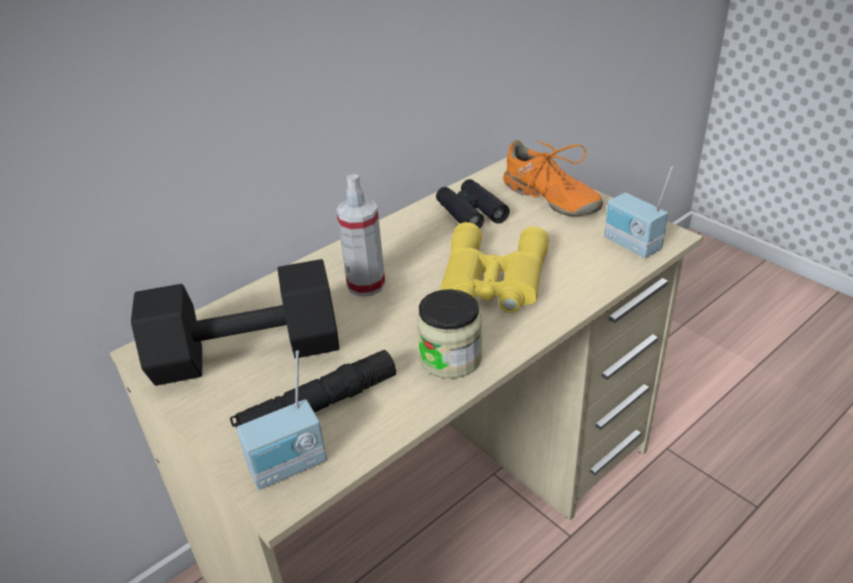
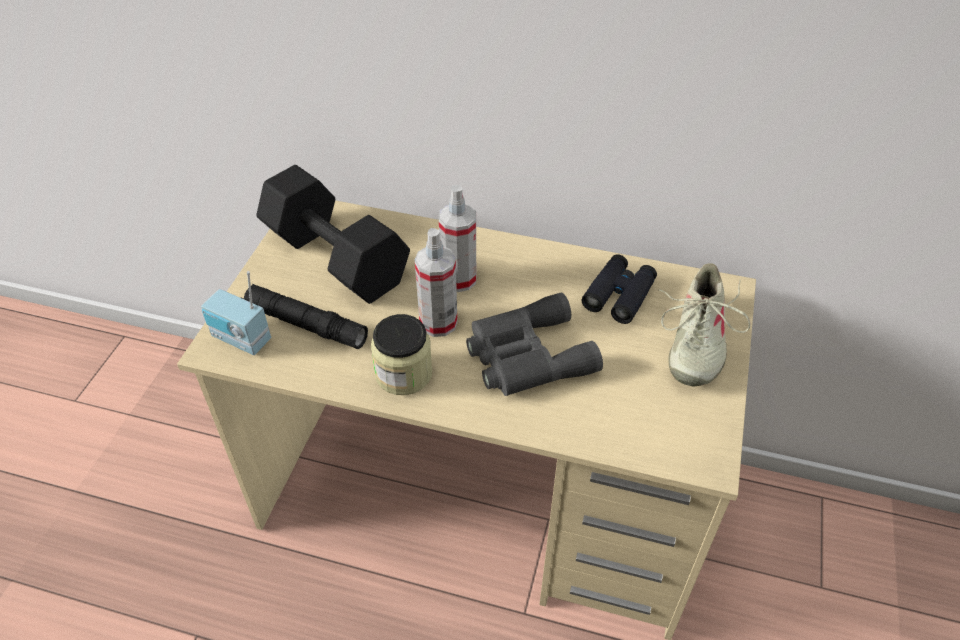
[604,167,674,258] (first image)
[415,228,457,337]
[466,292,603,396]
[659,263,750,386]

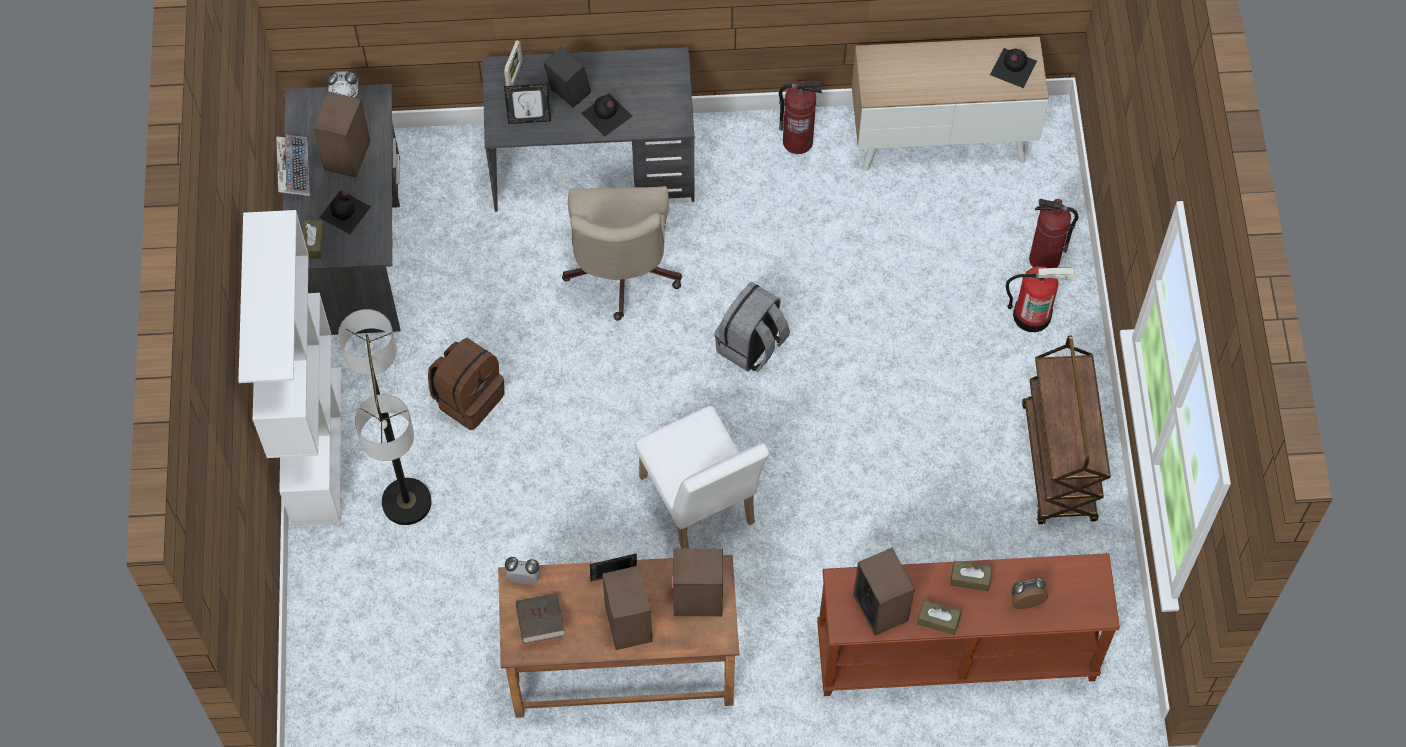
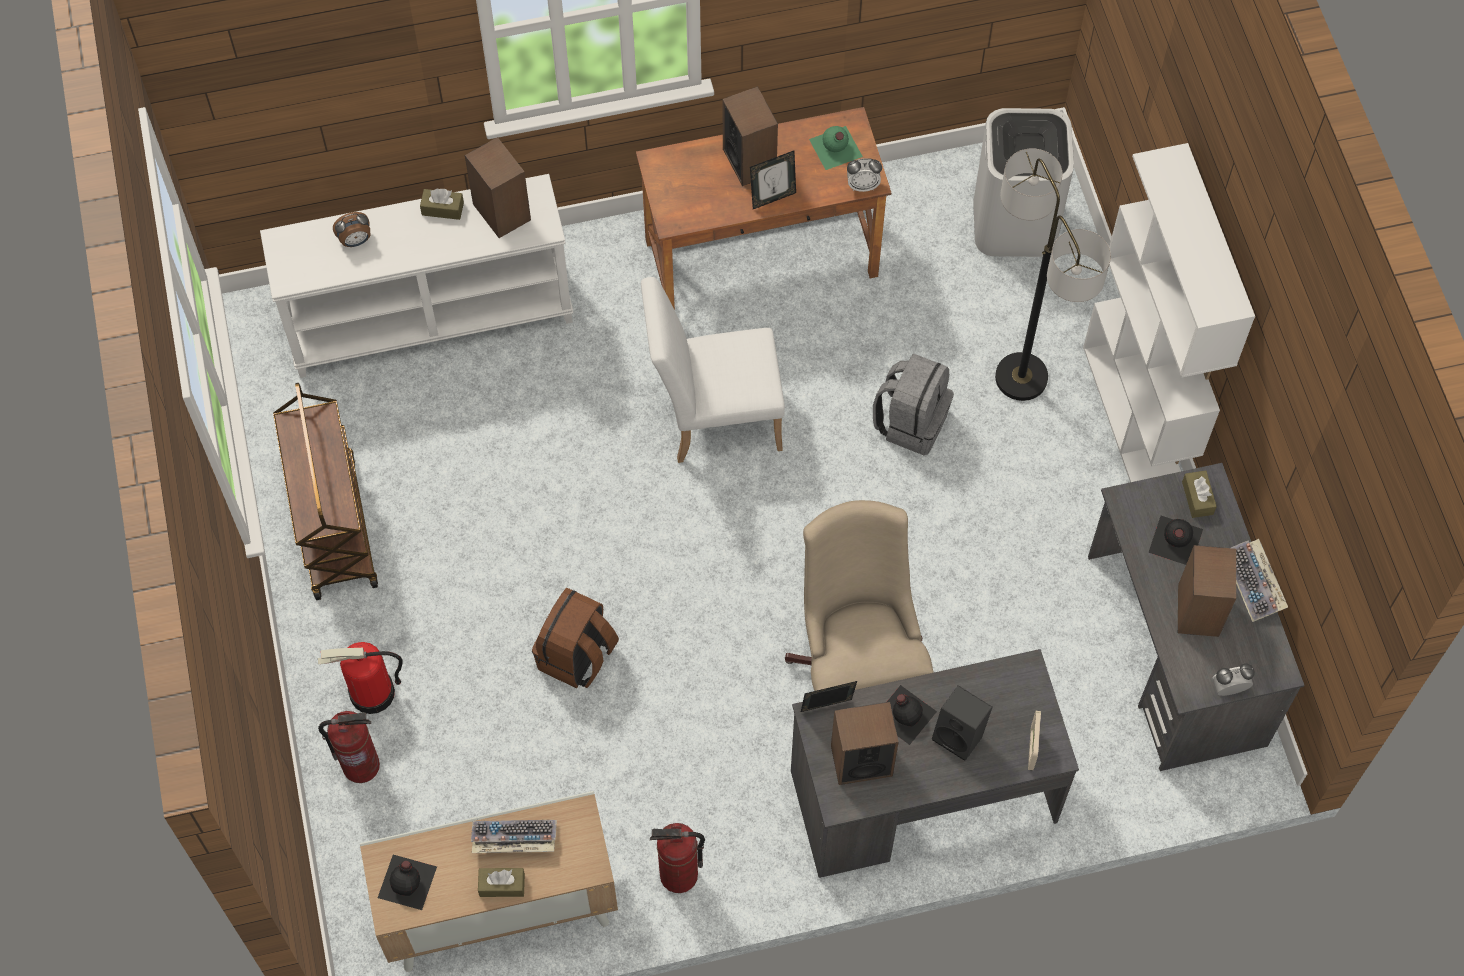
[471,820,557,853]
[973,108,1074,257]
[532,588,619,688]
[801,681,857,712]
[831,702,899,785]
[873,354,954,455]
[478,868,525,897]
[809,126,863,170]
[260,174,573,378]
[641,277,785,463]

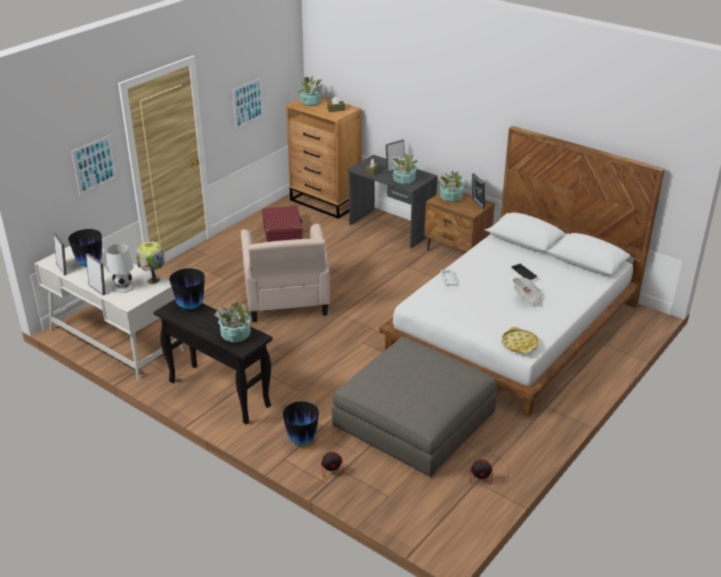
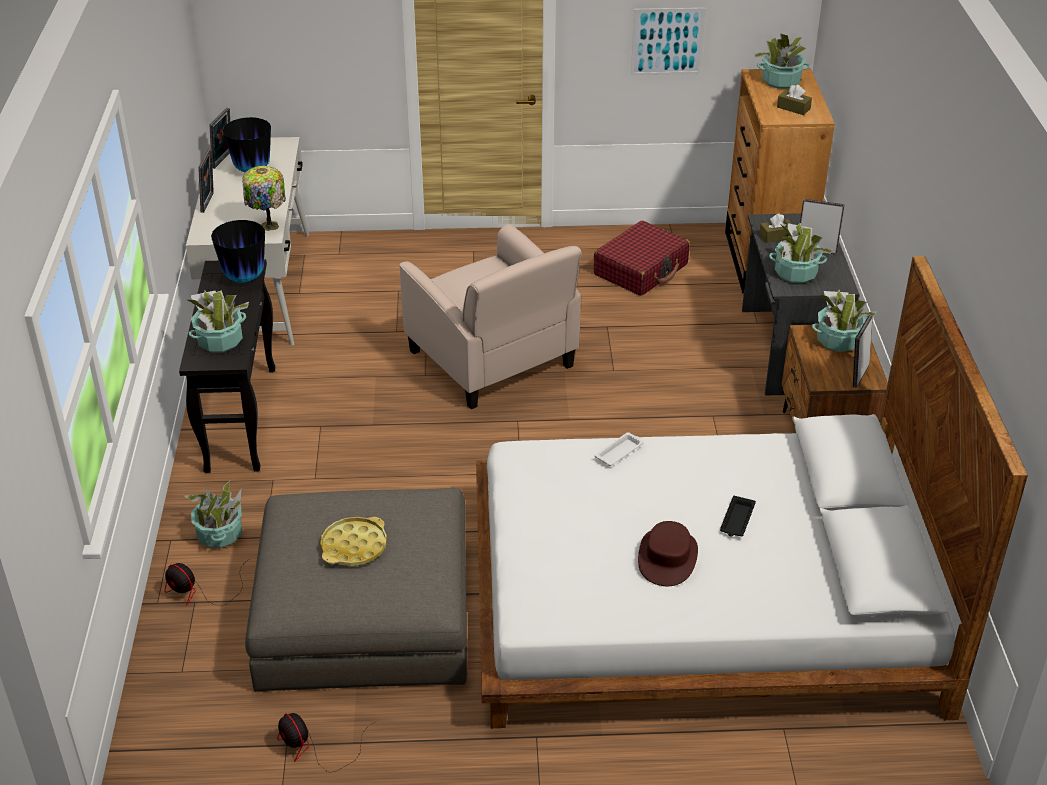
[71,135,117,195] (first image)
[106,244,135,293] (first image)
[320,517,387,566]
[184,481,242,548]
[638,521,698,586]
[399,224,582,409]

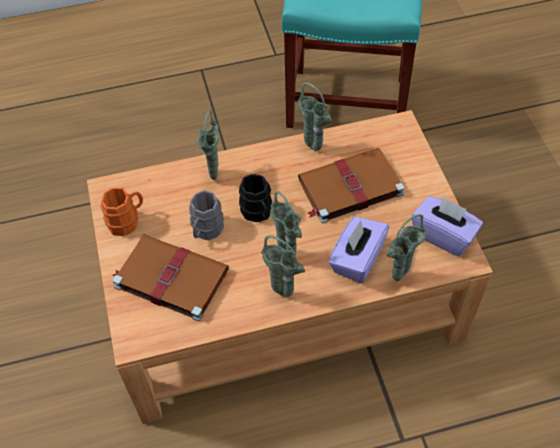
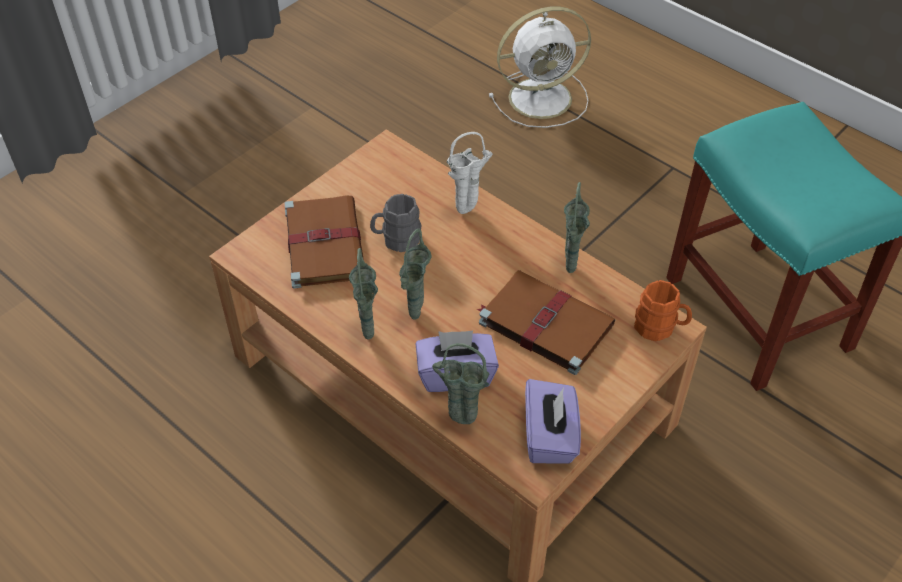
[239,174,272,222] (first image)
[489,6,591,128]
[634,280,692,341]
[447,132,493,214]

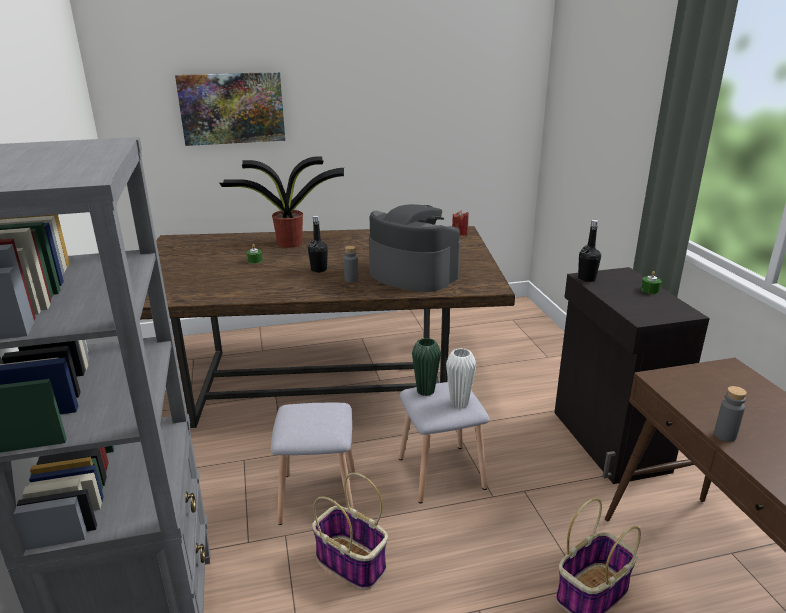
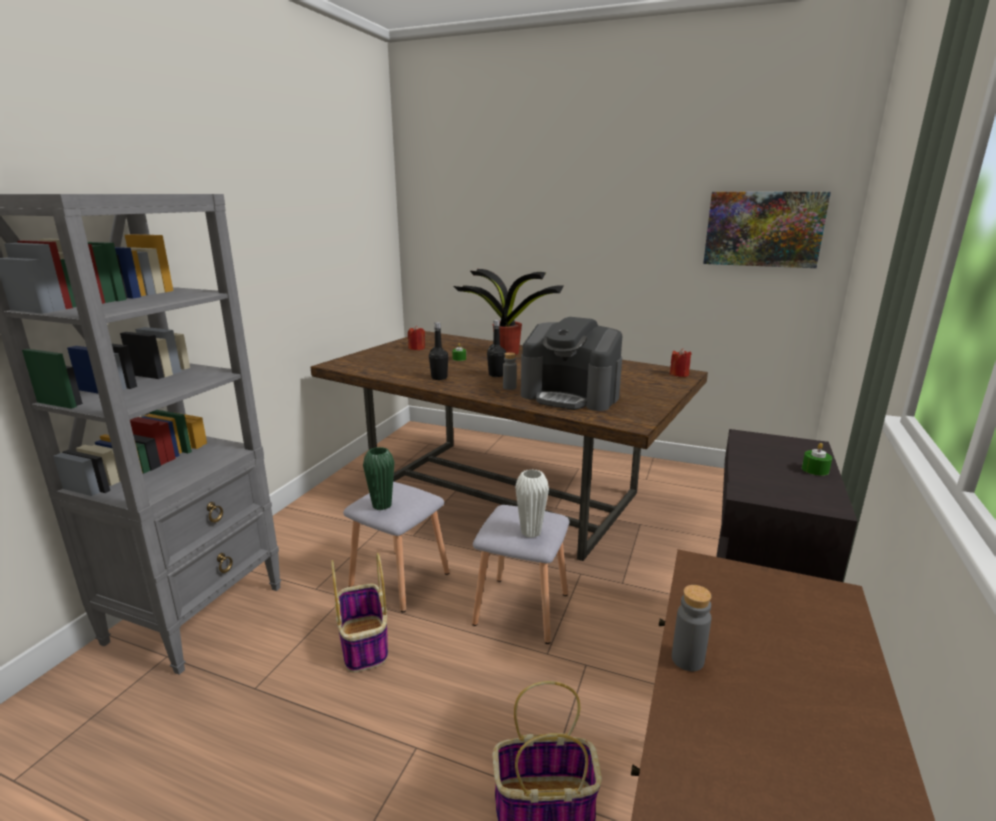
[408,326,425,350]
[703,192,831,268]
[363,447,395,510]
[429,322,448,380]
[521,317,622,411]

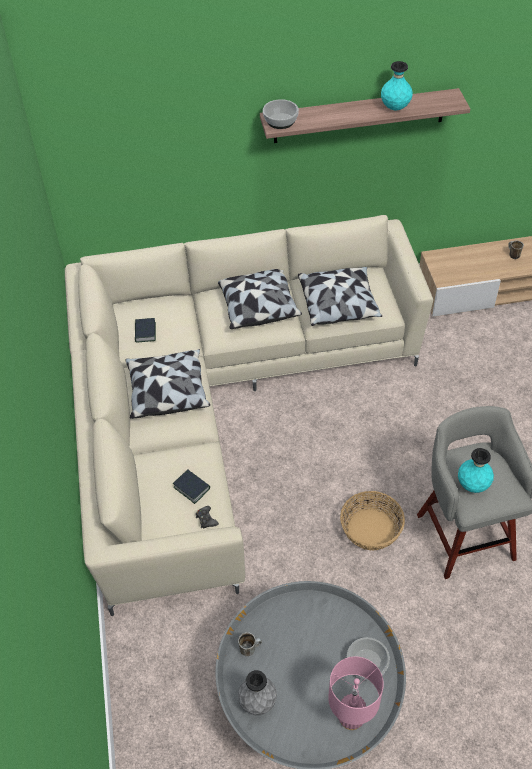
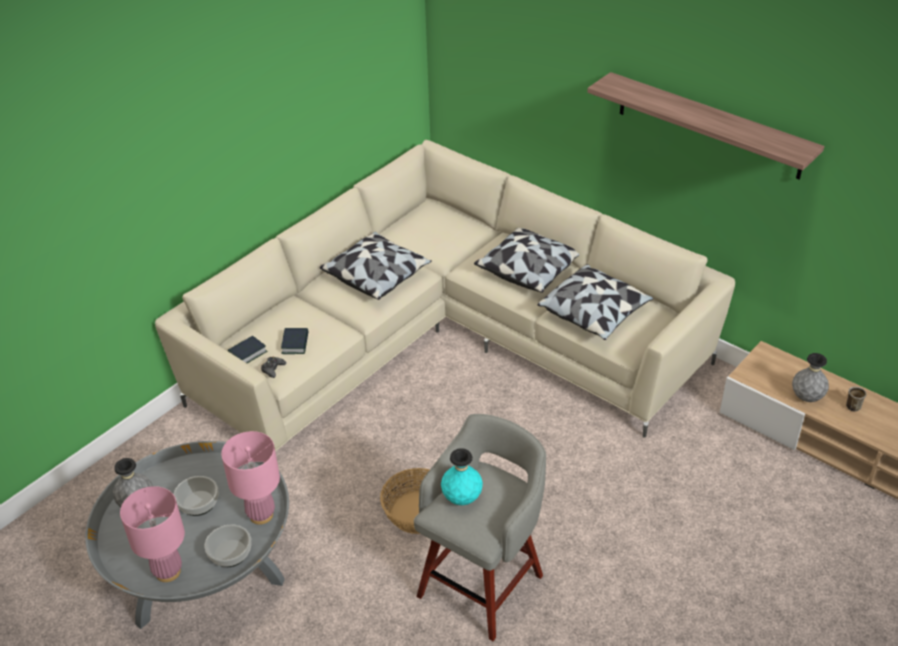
[238,632,262,656] (first image)
[381,61,413,111] (first image)
[221,431,280,525]
[792,353,829,402]
[228,336,268,363]
[174,476,218,516]

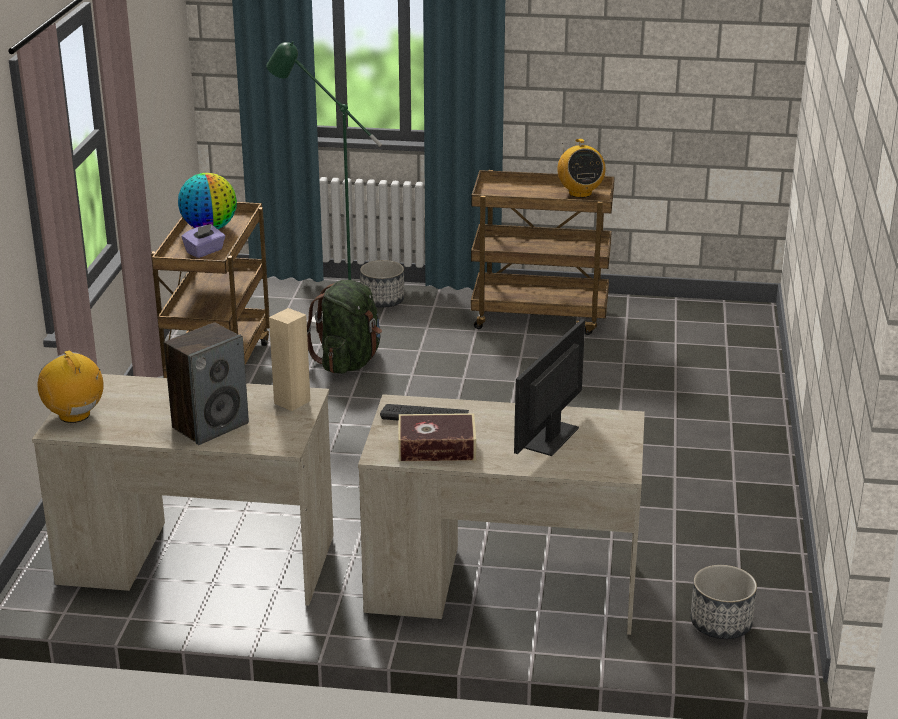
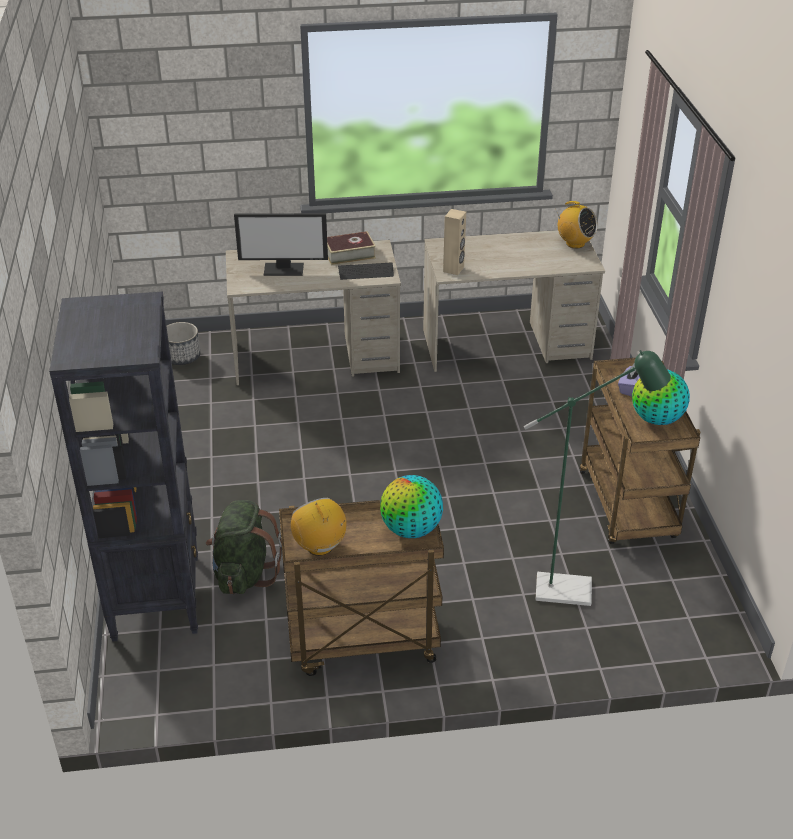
[164,322,249,445] (first image)
[360,260,404,308] (first image)
[49,291,198,642]
[380,475,443,538]
[206,500,282,594]
[234,213,328,276]

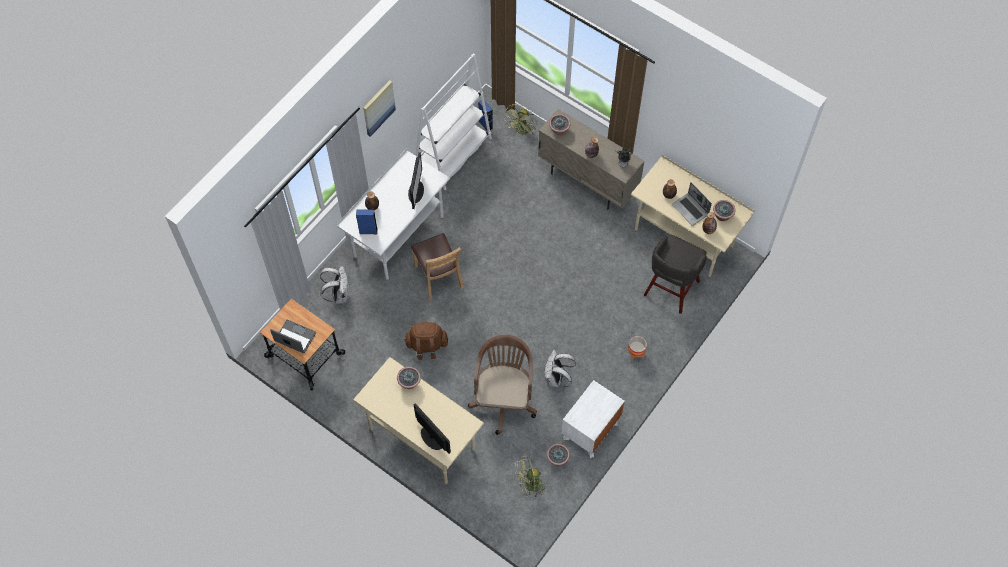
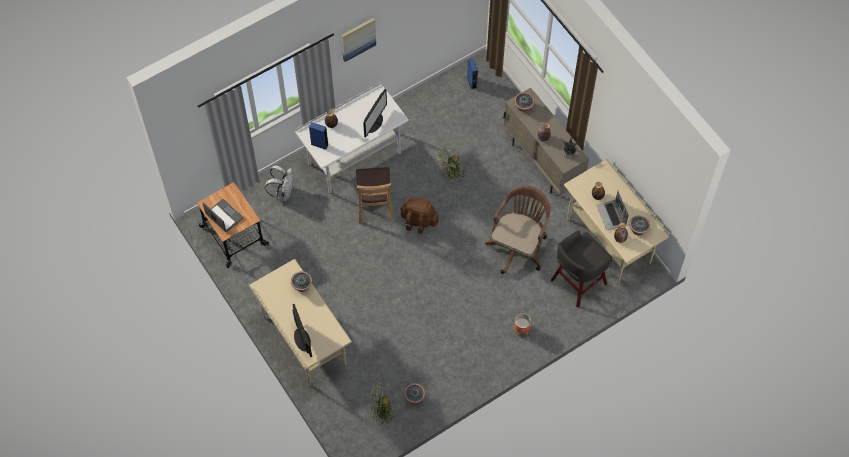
[415,53,492,190] (first image)
[544,350,576,387] (first image)
[561,380,625,458] (first image)
[400,197,439,234]
[485,186,550,274]
[436,148,466,181]

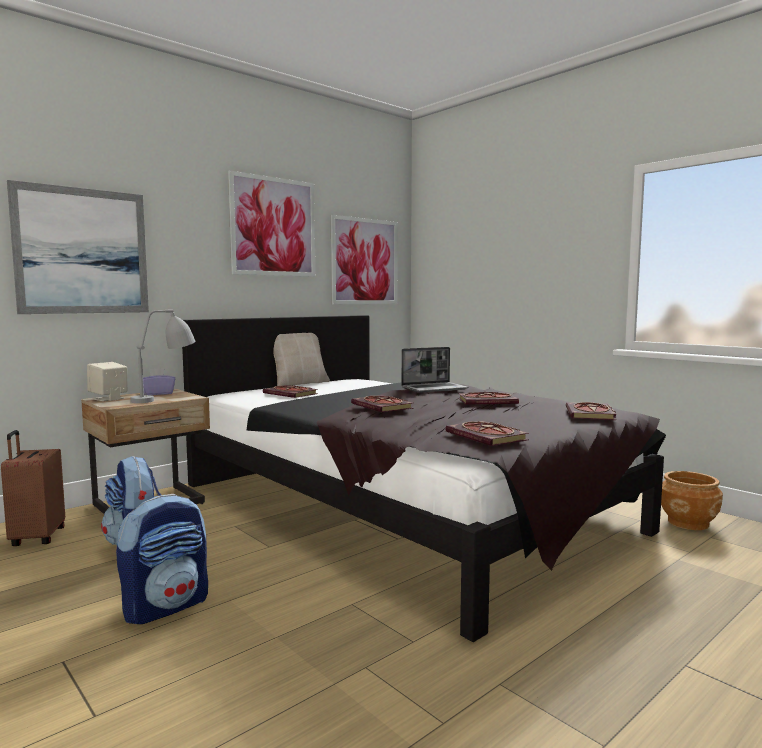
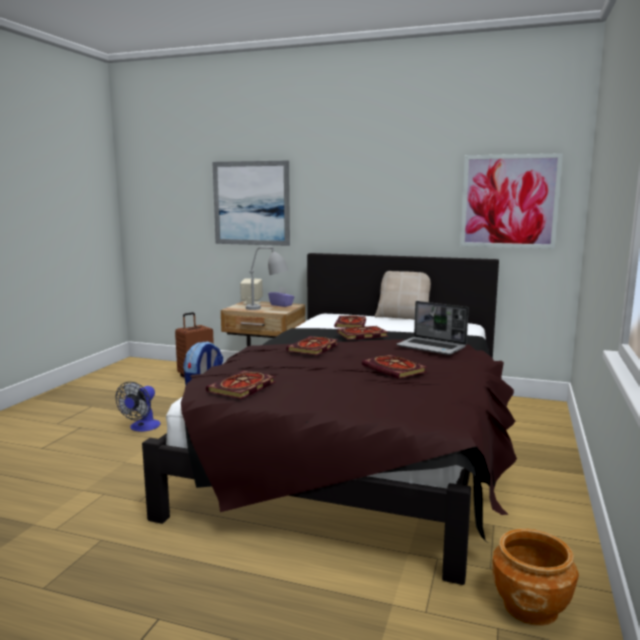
[228,170,315,277] (first image)
[337,326,388,340]
[115,382,160,432]

